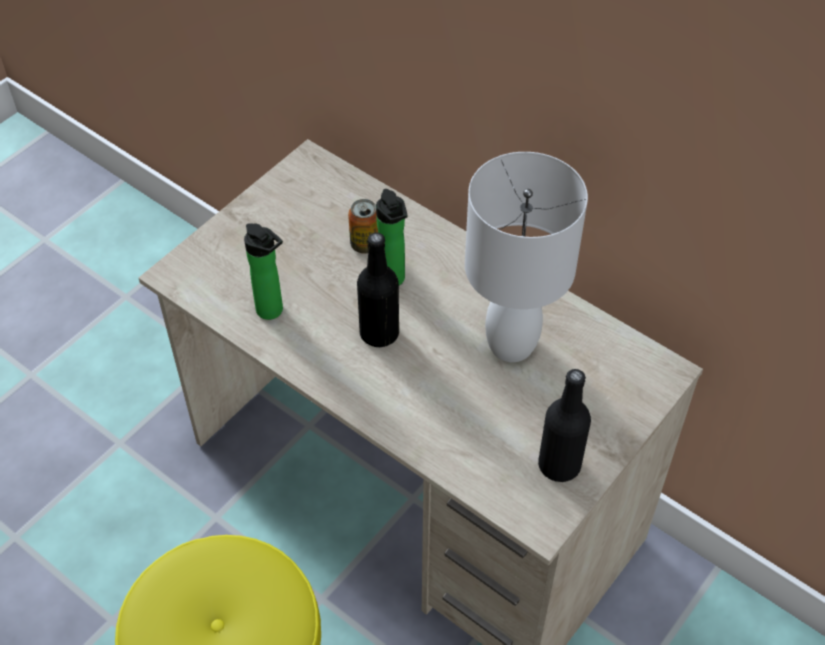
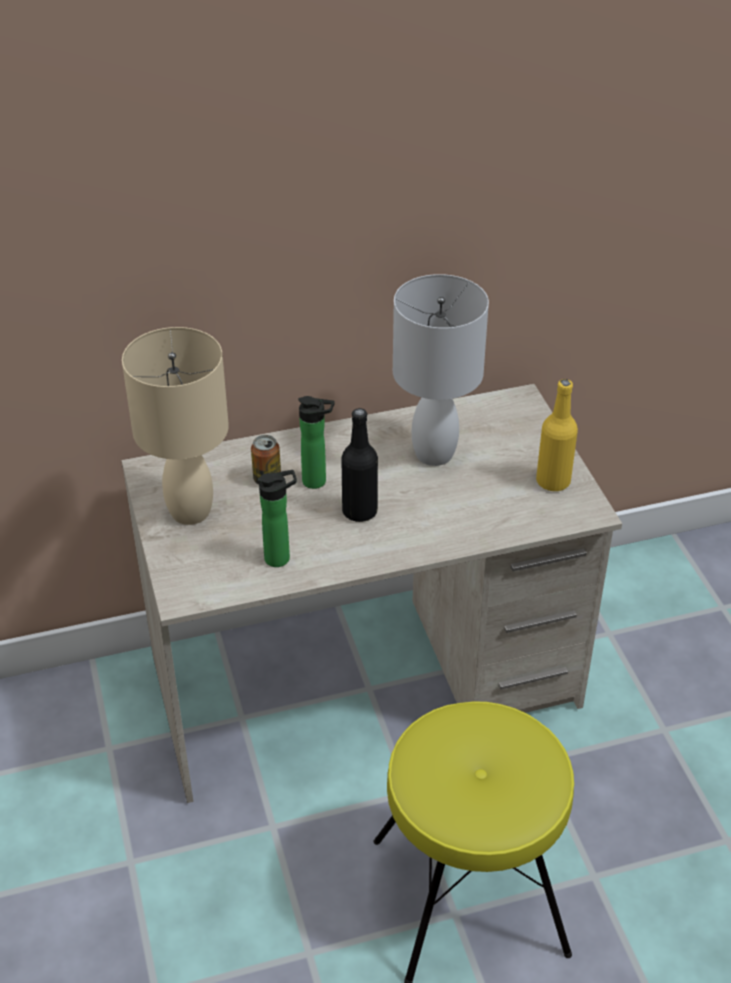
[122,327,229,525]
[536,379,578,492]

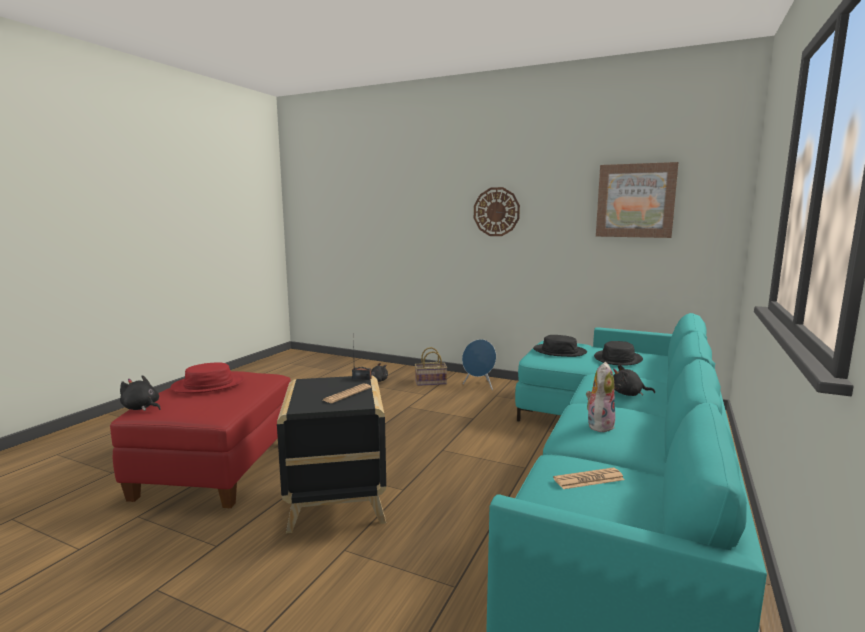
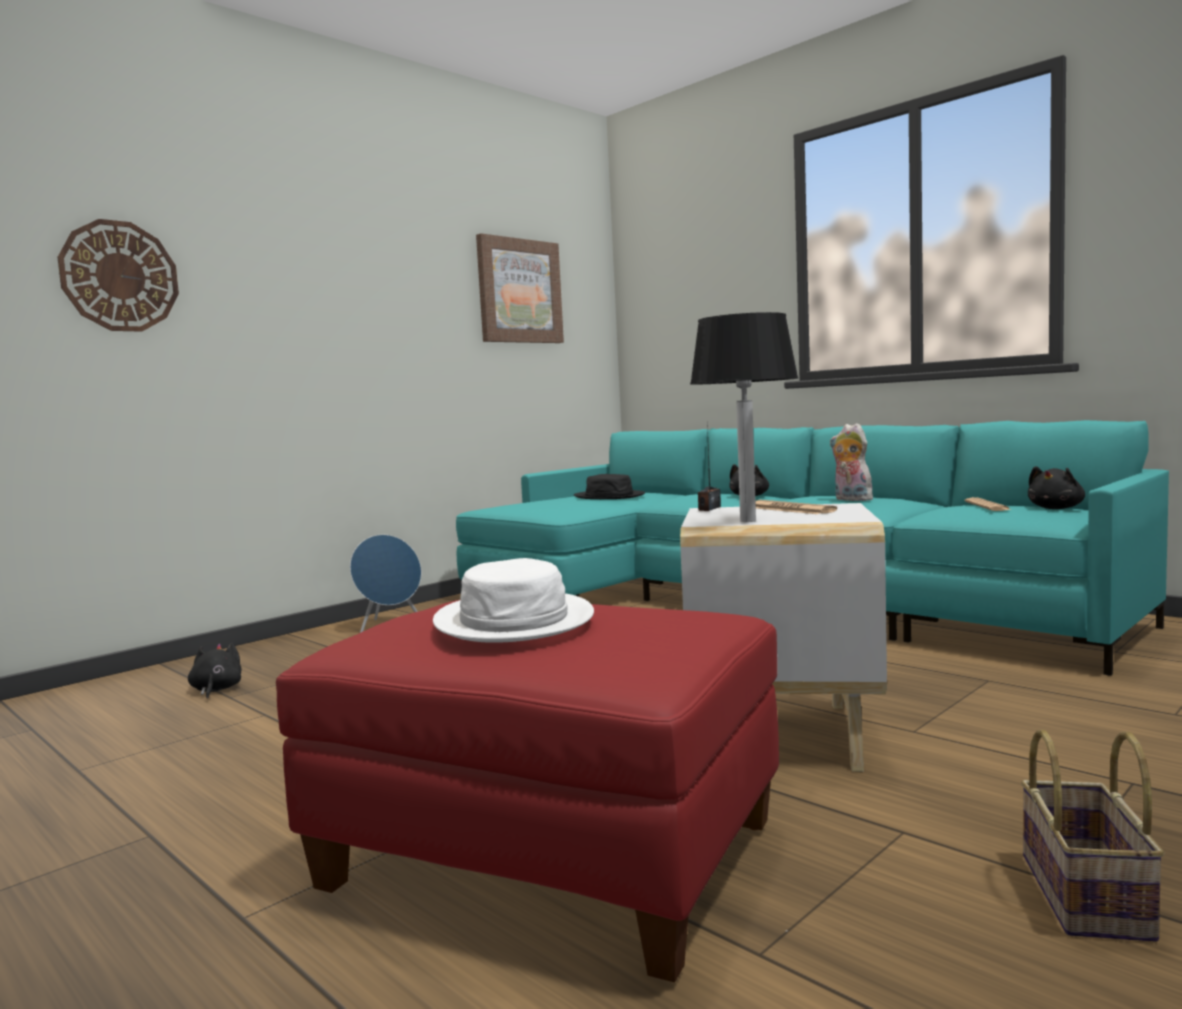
[533,335,587,357] (first image)
[690,312,799,522]
[1028,466,1085,509]
[1021,729,1165,942]
[57,219,179,332]
[433,558,594,643]
[680,503,887,772]

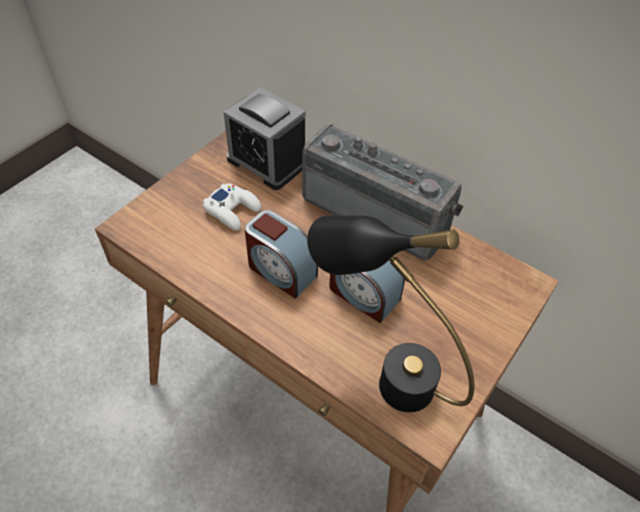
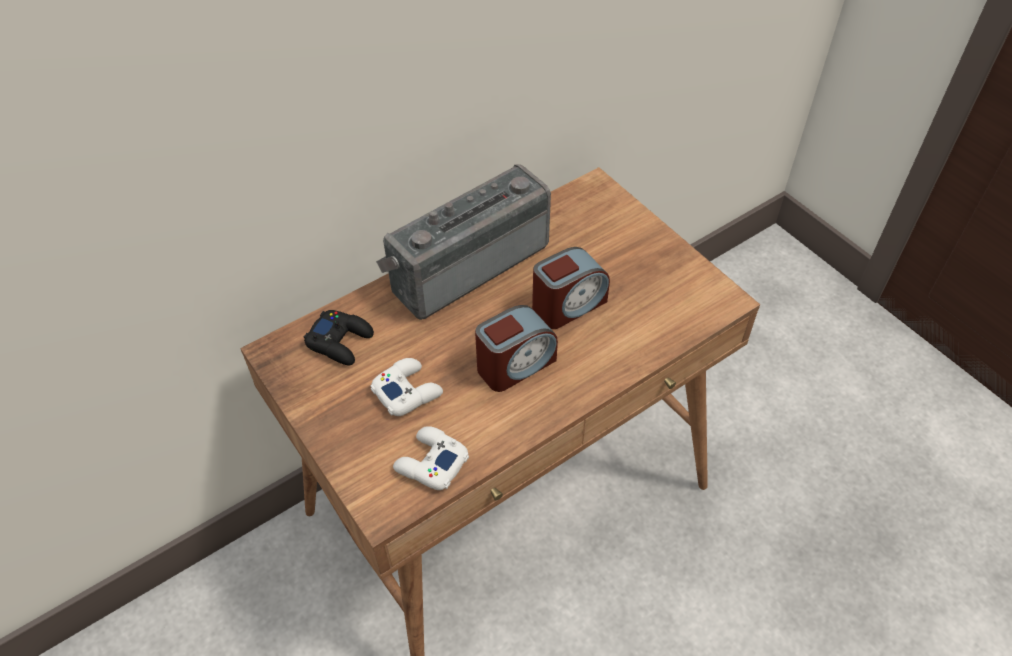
[307,215,474,412] (first image)
[393,426,469,490]
[304,310,374,366]

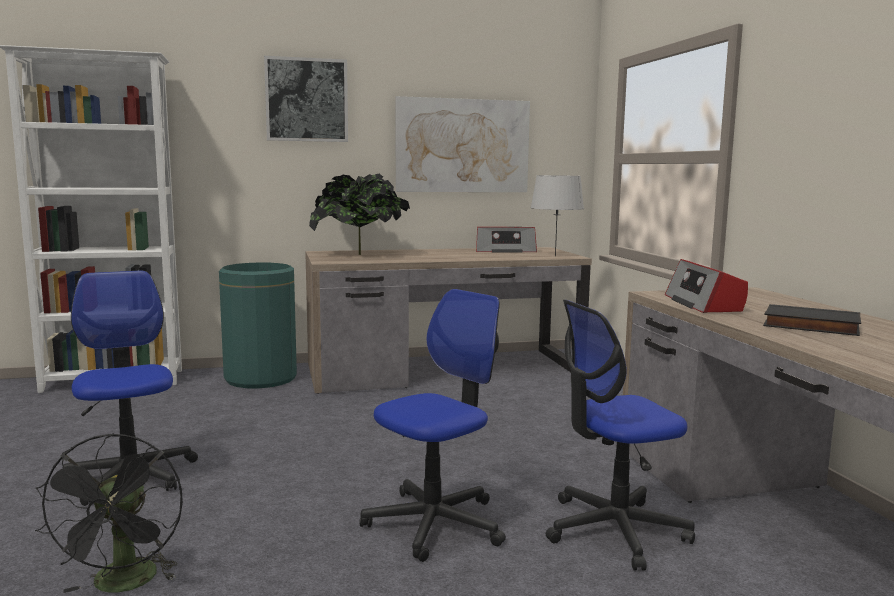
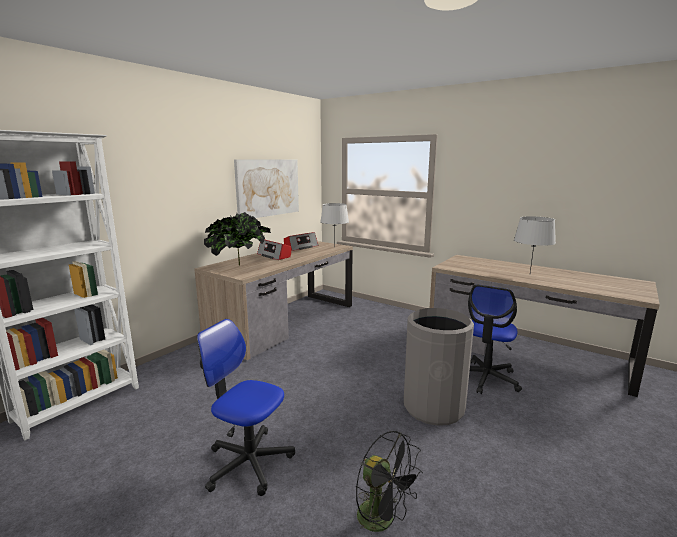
[219,263,297,388] (first image)
[264,56,348,142] (first image)
[257,240,291,260]
[404,308,474,426]
[514,216,556,272]

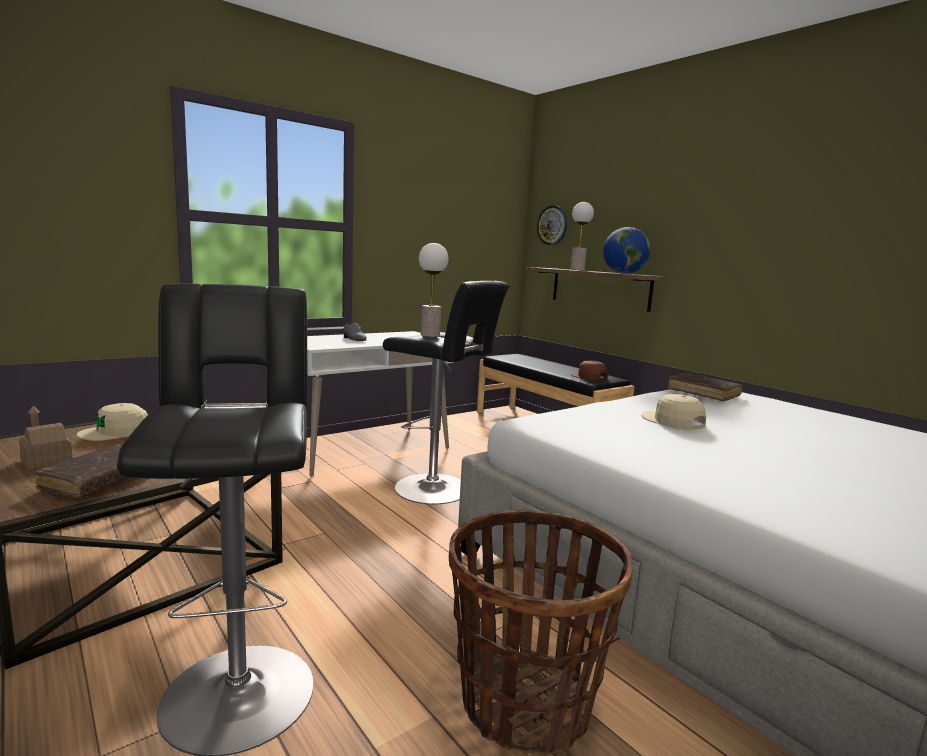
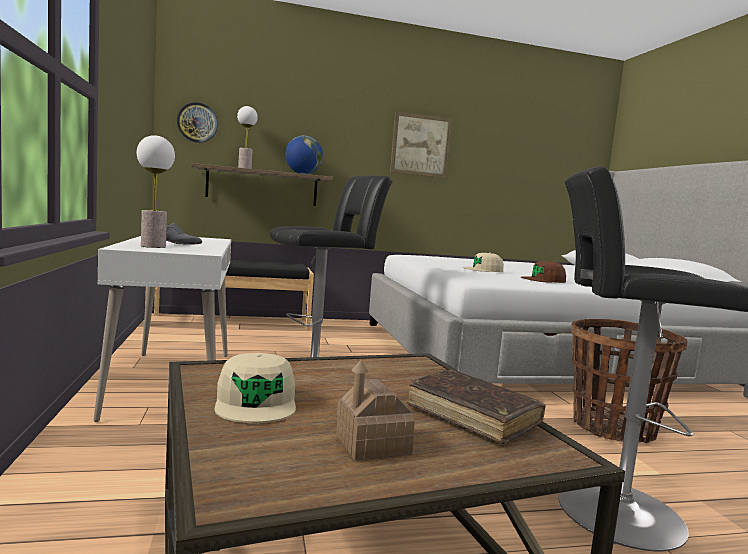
[667,373,743,401] (first image)
[390,111,452,178]
[137,135,175,248]
[521,261,566,283]

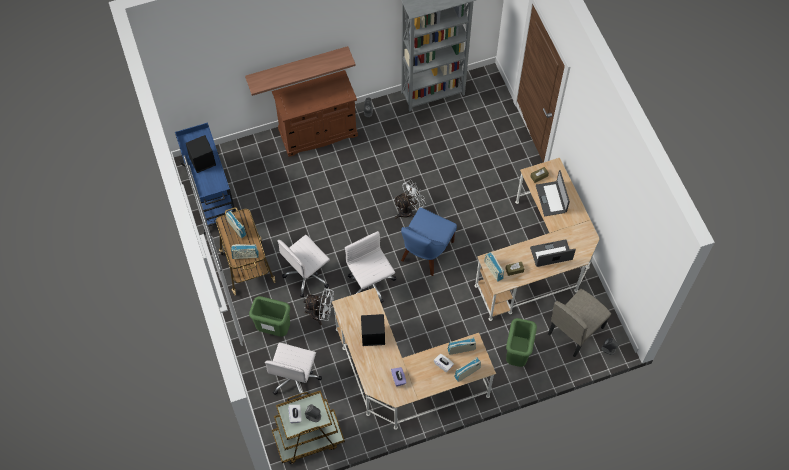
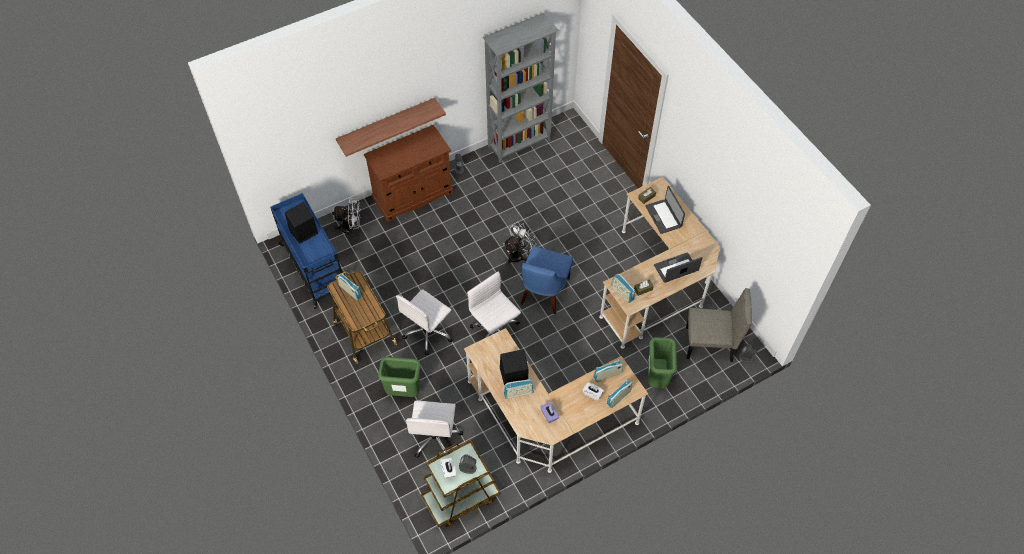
[504,379,534,399]
[332,198,360,238]
[686,288,752,362]

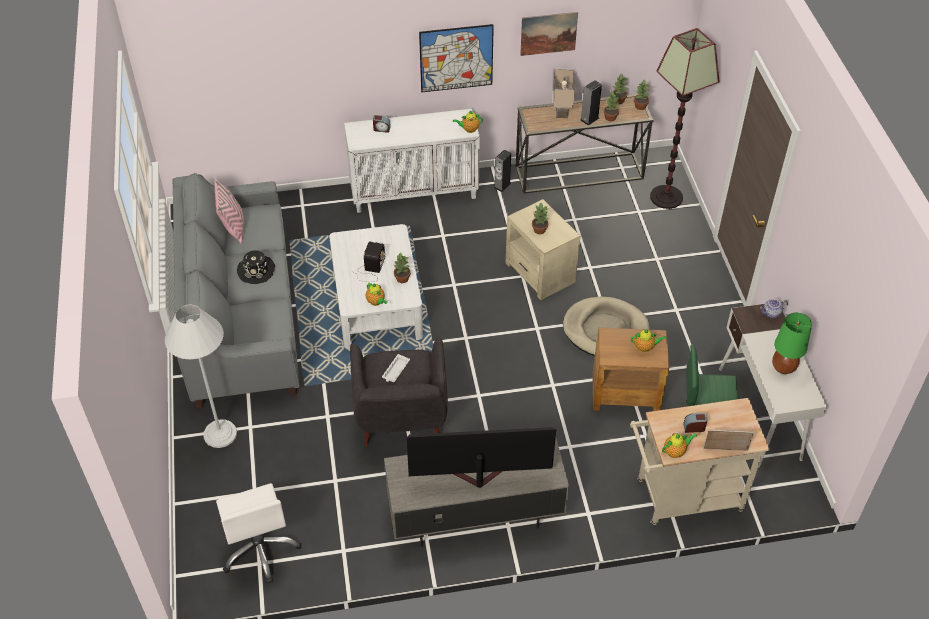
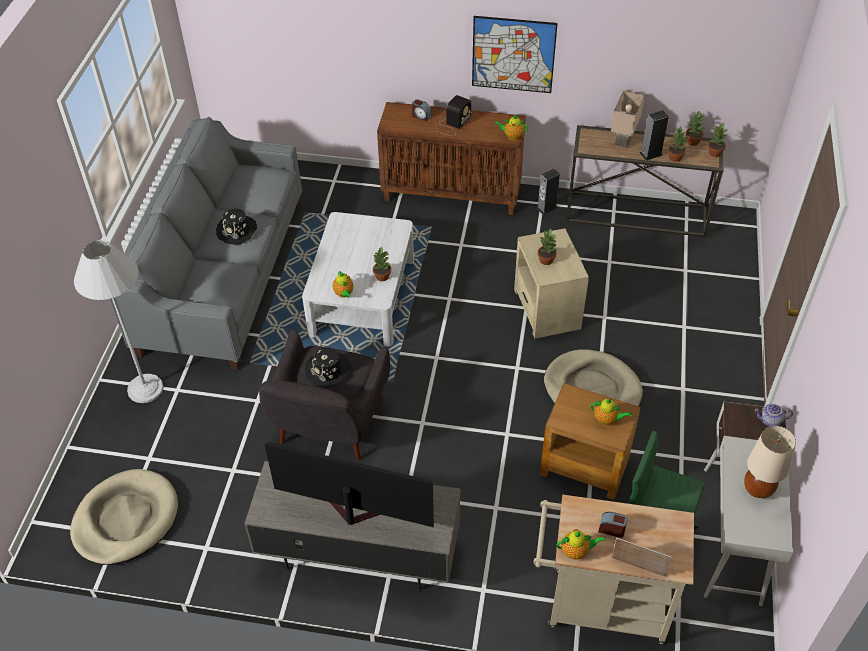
[214,178,244,244] (first image)
[520,12,578,56] (first image)
[650,28,720,209] (first image)
[433,95,471,136]
[70,469,178,565]
[305,347,351,388]
[377,102,526,215]
[744,426,796,498]

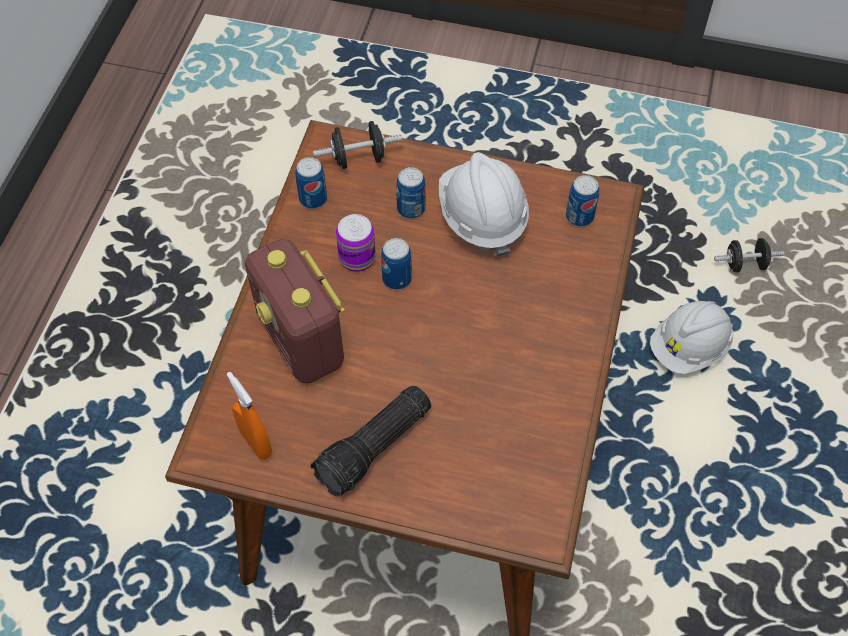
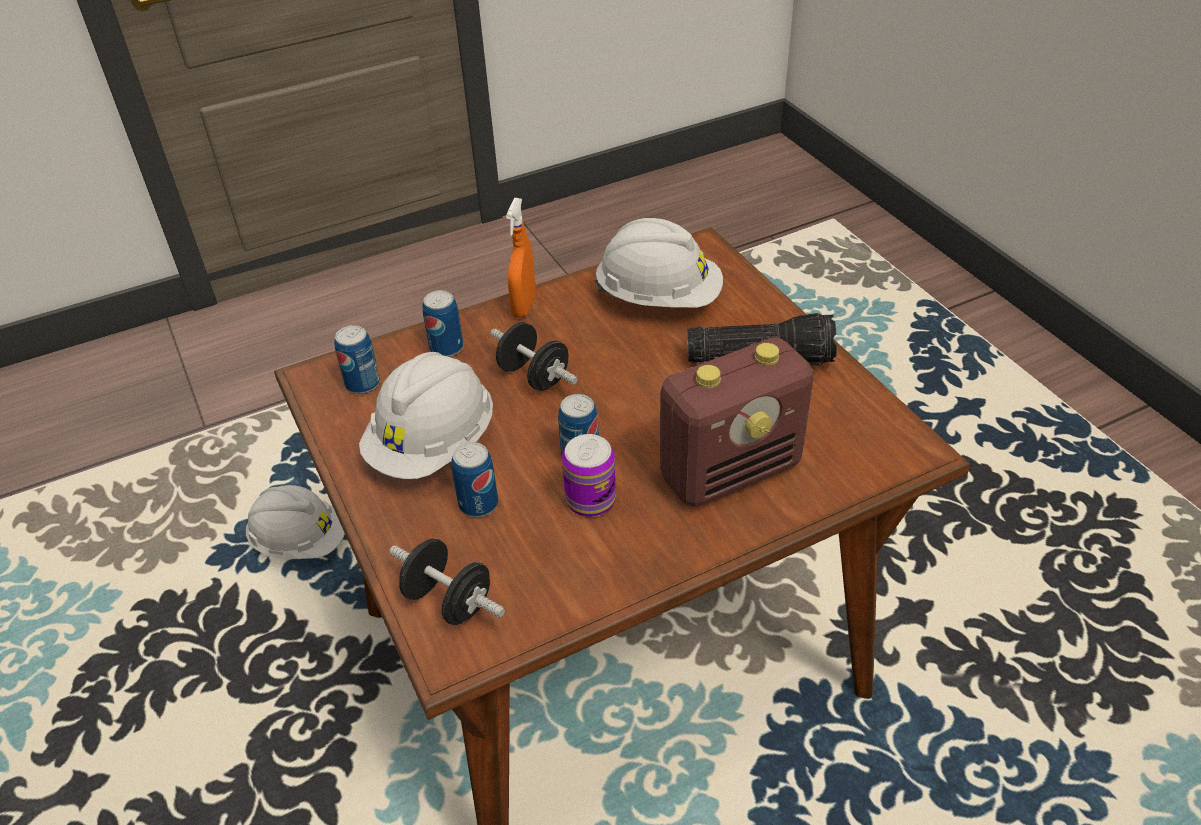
[594,218,723,308]
[506,198,536,318]
[422,290,463,357]
[491,322,578,391]
[660,337,814,507]

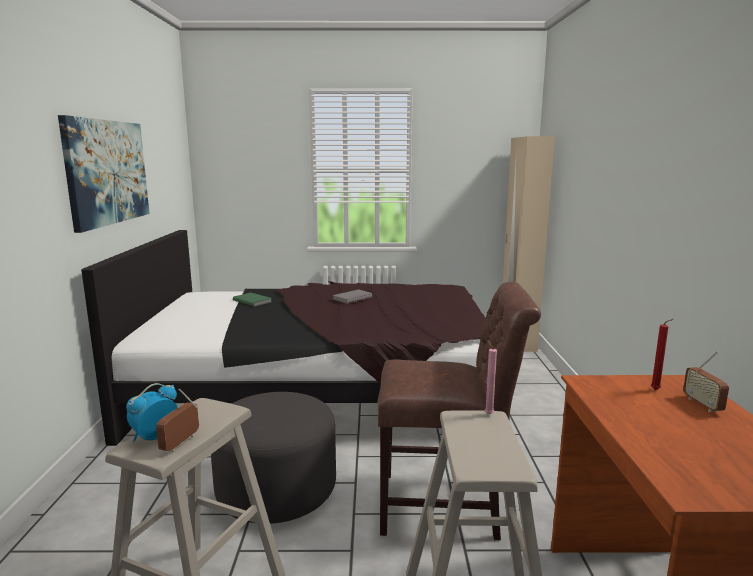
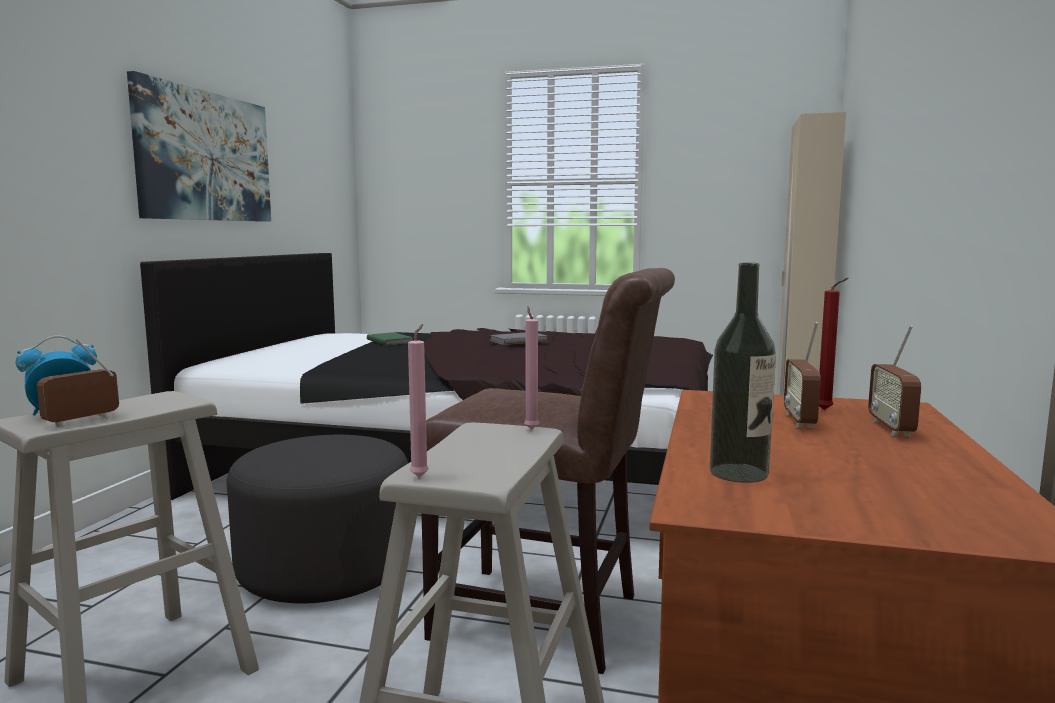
[408,324,429,478]
[710,263,776,483]
[784,322,821,428]

